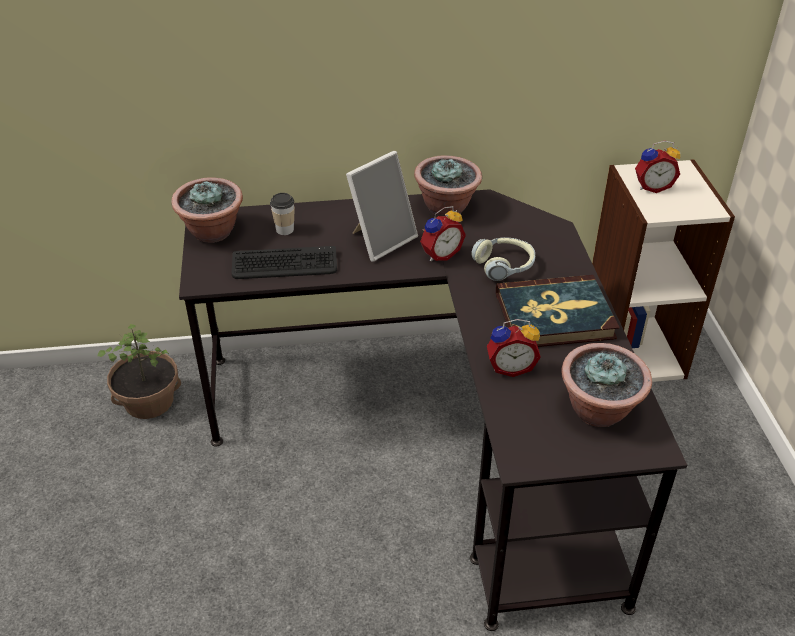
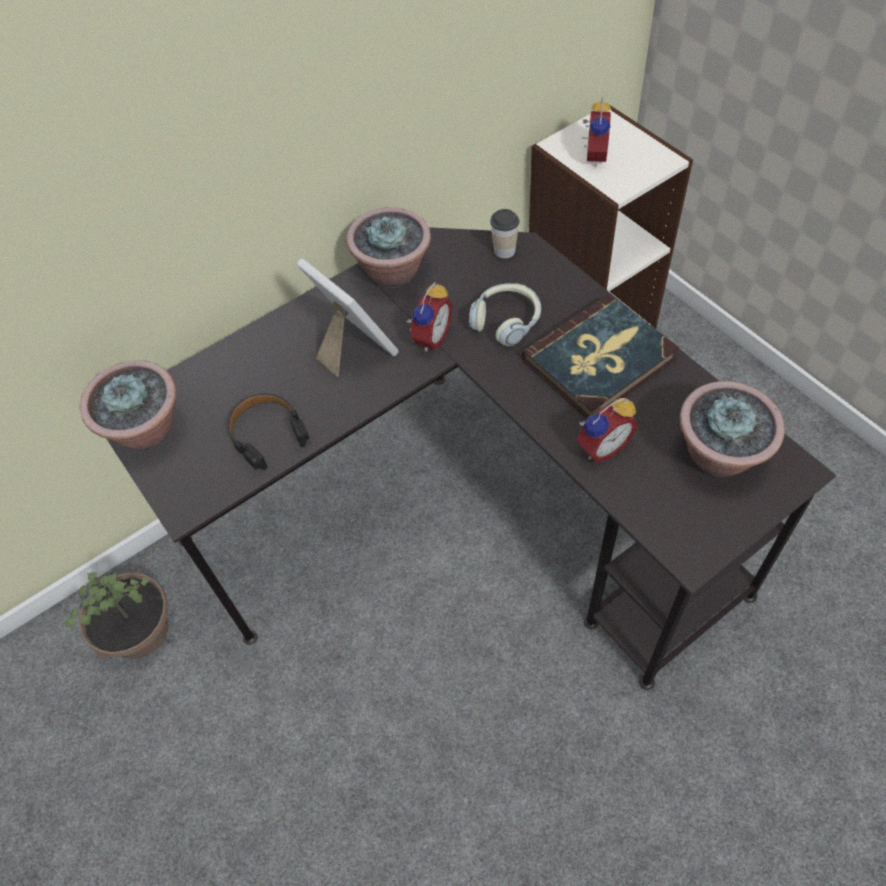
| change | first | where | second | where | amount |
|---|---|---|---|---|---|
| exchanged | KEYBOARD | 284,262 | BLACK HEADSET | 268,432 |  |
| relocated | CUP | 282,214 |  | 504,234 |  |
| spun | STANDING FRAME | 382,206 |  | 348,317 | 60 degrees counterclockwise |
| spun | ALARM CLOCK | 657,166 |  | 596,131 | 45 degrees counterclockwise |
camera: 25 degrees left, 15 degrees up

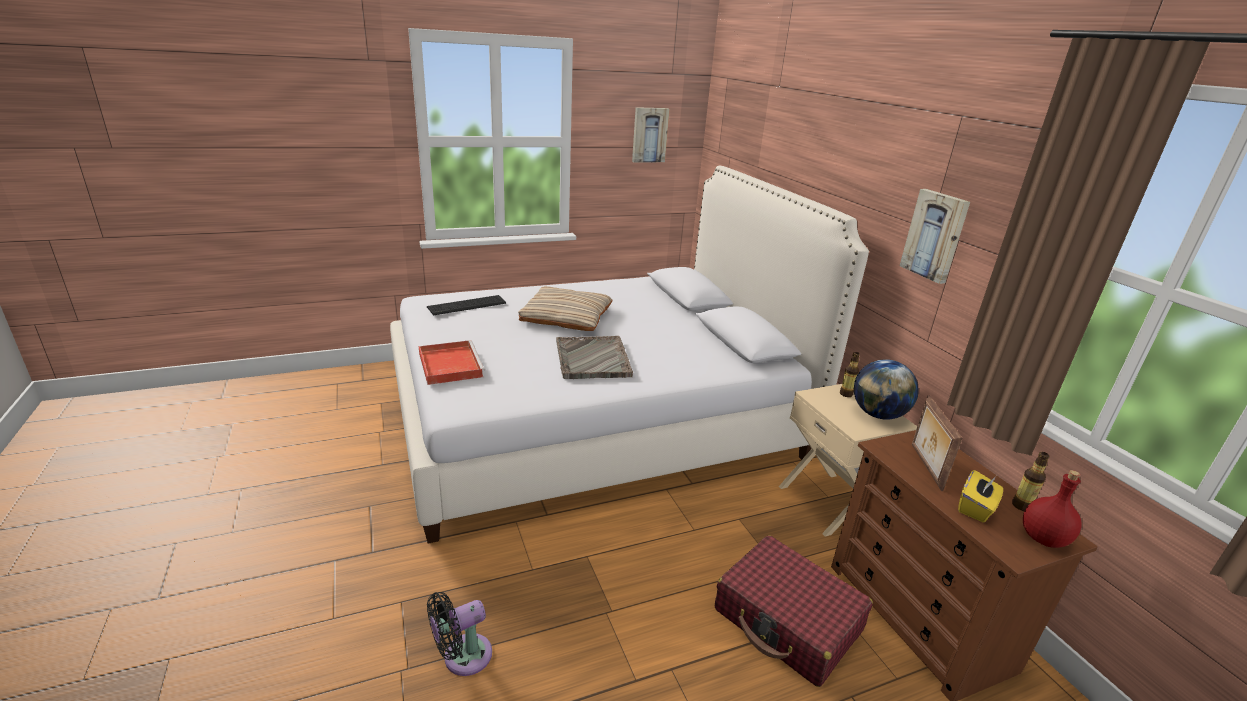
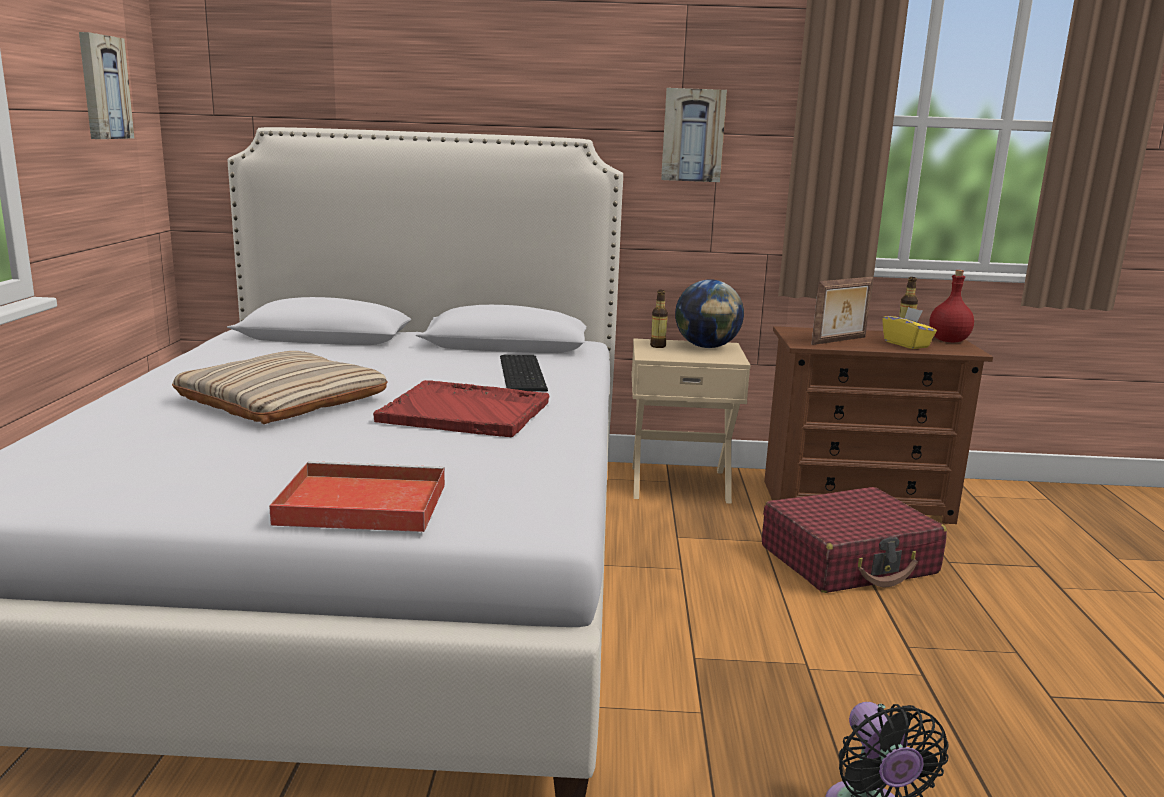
| change | first | where | second | where | amount |
|---|---|---|---|---|---|
| relocated | KEYBOARD | 466,305 |  | 524,373 |  |
| colour | GREYISH TRAY | 594,357 | REDDISH TRAY | 461,408 |  |
| spun | STANDING FRAME | 937,443 |  | 842,311 | 60 degrees counterclockwise |
camera: 65 degrees left, 10 degrees down

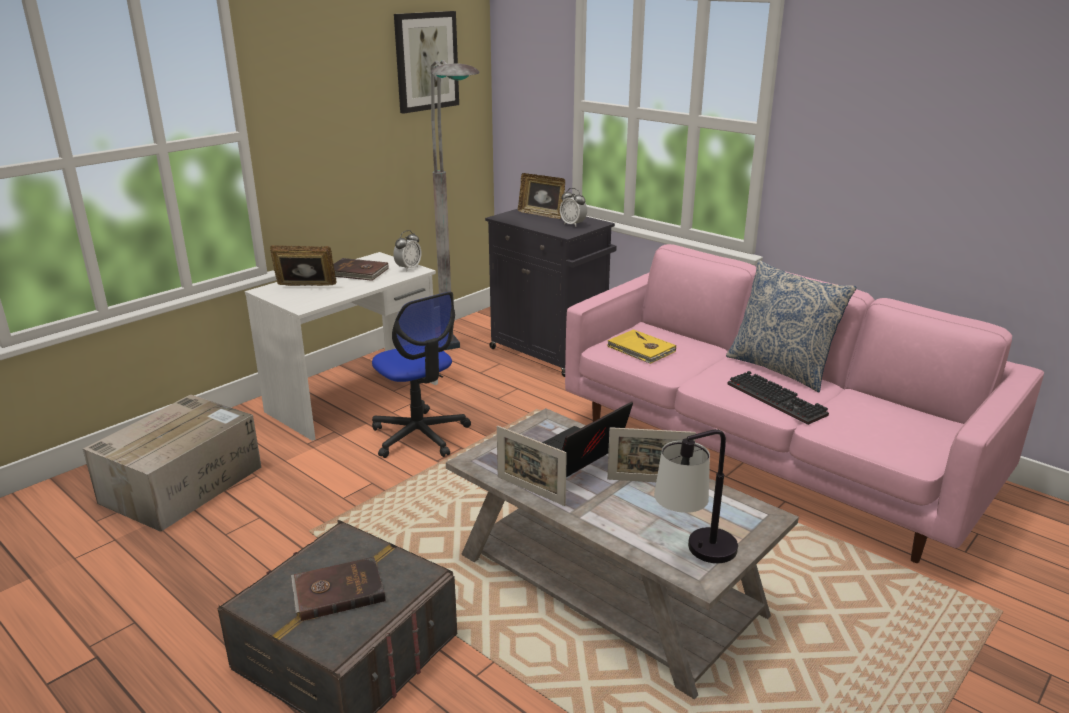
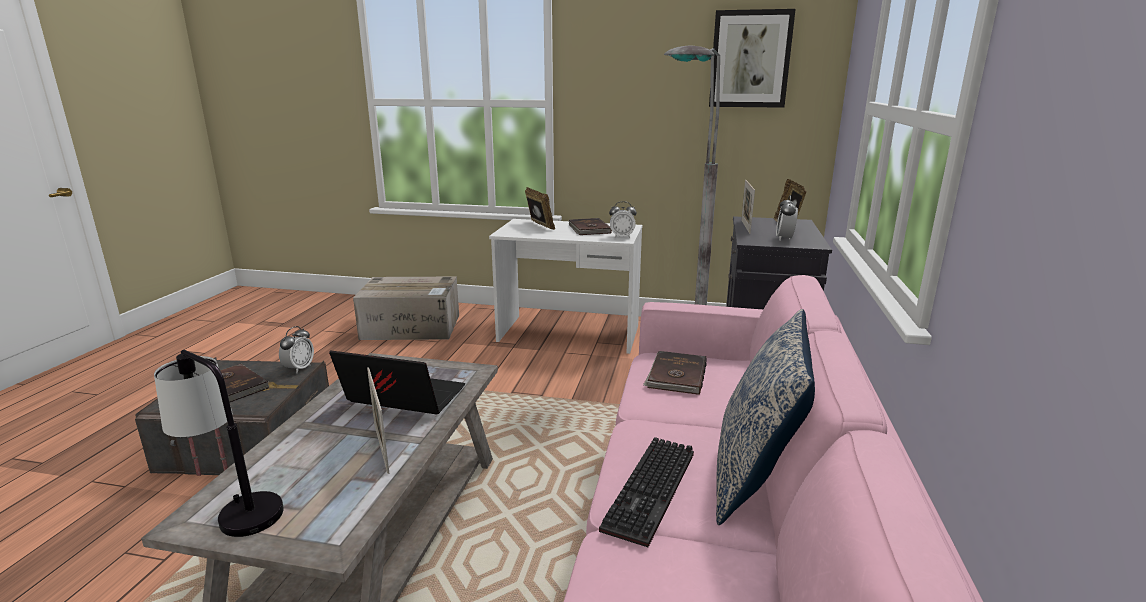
| change | first | where | second | where | amount |
|---|---|---|---|---|---|
| missing | COMPUTER CHAIR | 421,375 |  |  |  |
| relocated | STANDING FRAME | 532,465 |  | 748,207 |  |
| colour | YELLOW-COLOURED BOOK | 641,346 | BROWN-COLOURED BOOK | 675,373 |  |
| appeared |  |  | ALARM CLOCK | 296,349 |  |
camera: 60 degrees right, 5 degrees down

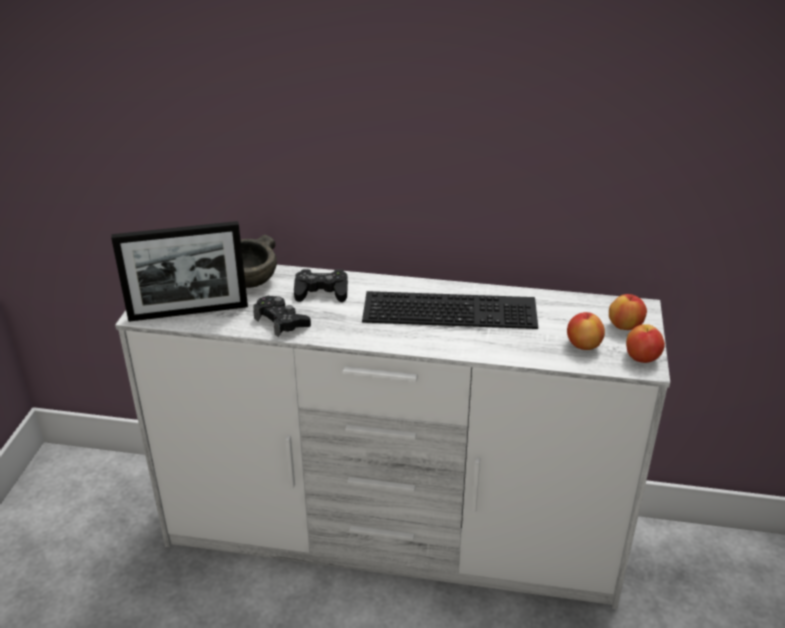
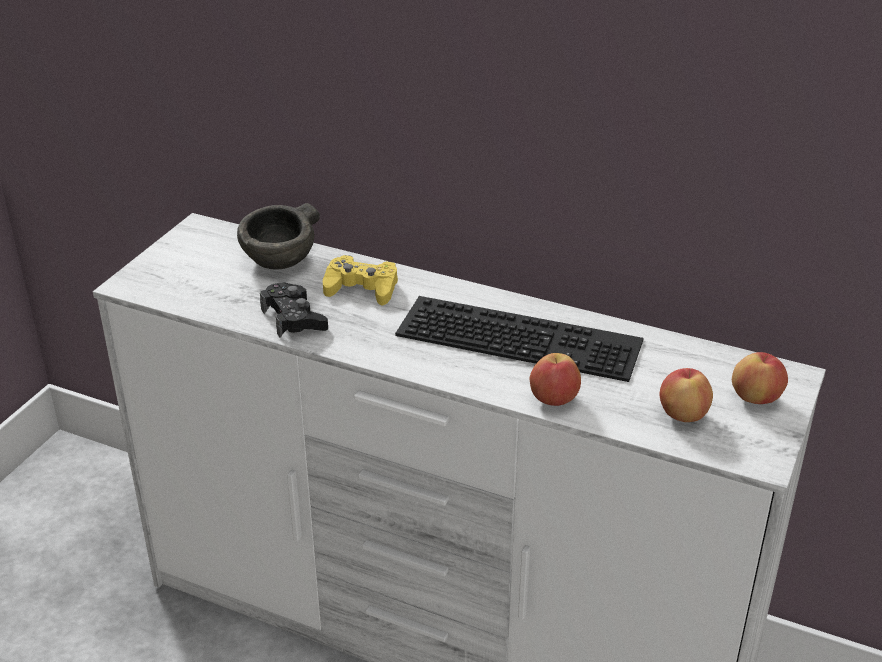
| change | first | where | second | where | amount |
|---|---|---|---|---|---|
| missing | STANDING FRAME | 179,271 |  |  |  |
| colour | BLACK JOYPAD | 321,285 | YELLOW-COLOURED JOYPAD | 360,280 |  |
| relocated | APPLE FRUIT | 645,343 |  | 555,379 |  |
camera: 15 degrees right, 0 degrees up

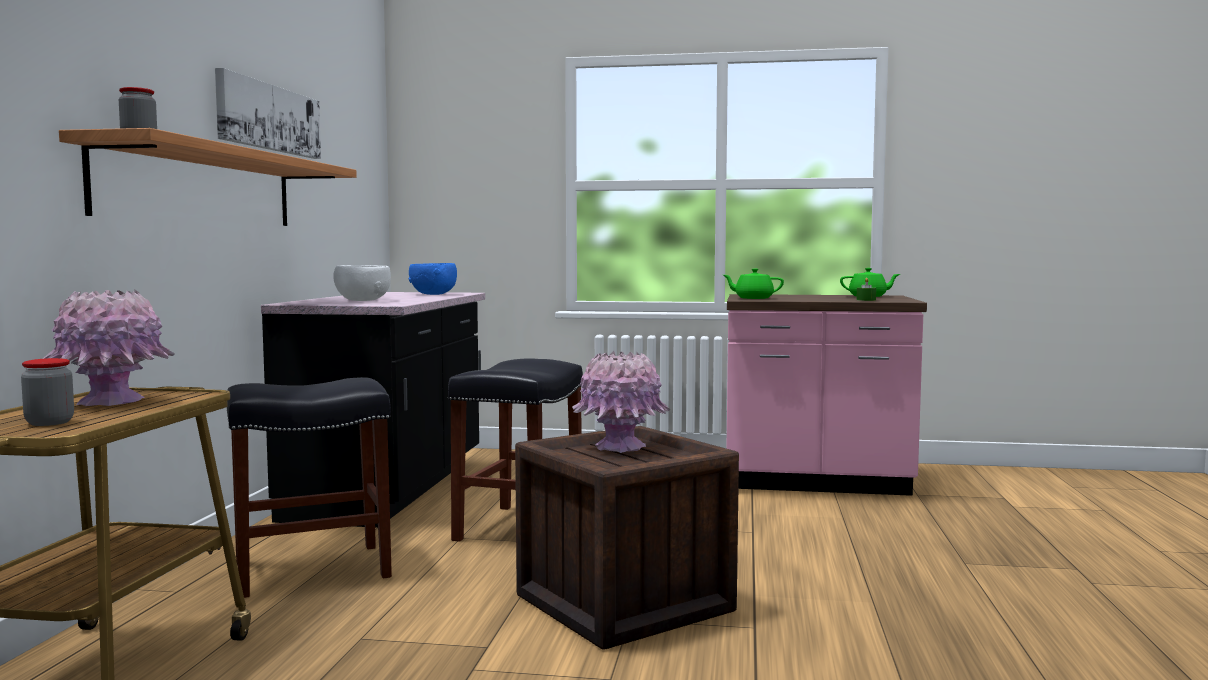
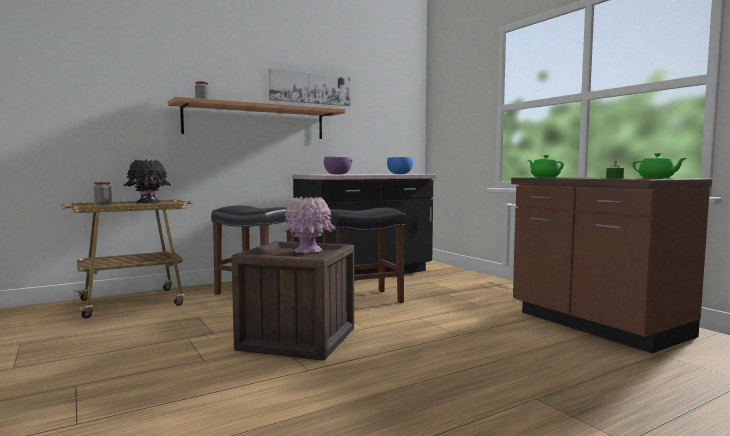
| change | first | where | second | where | amount |
|---|---|---|---|---|---|
| colour | PINK VASE | 109,348 | BLACK VASE | 147,181 |  |
| colour | WHITE-COLOURED DEEP DISH | 362,283 | PURPLE-COLOURED DEEP DISH | 338,165 |  |
| colour | PINK KITCHEN BASE UNIT | 826,395 | BROWN-COLOURED KITCHEN BASE UNIT | 611,265 |  |
camera: 50 degrees right, 0 degrees up

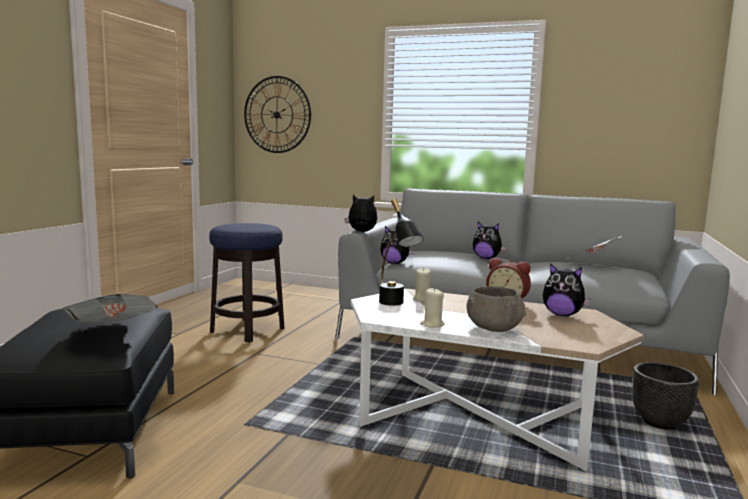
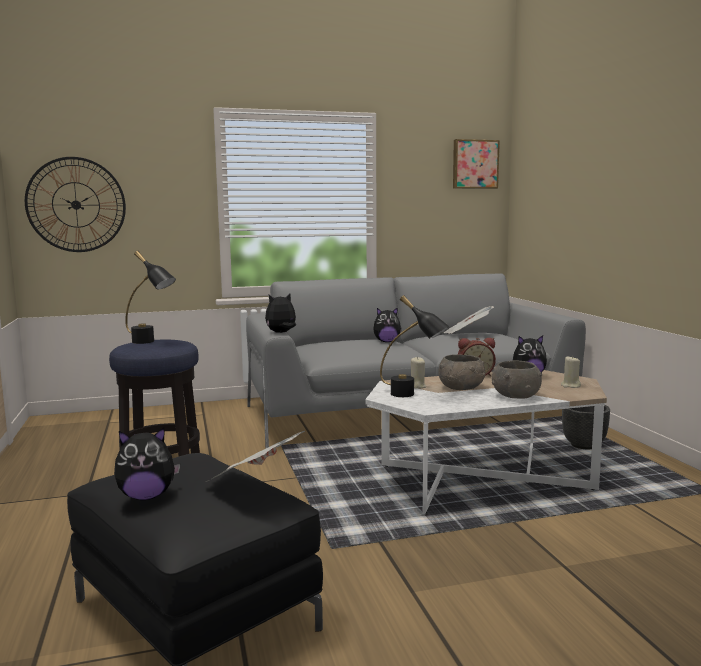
| change | first | where | second | where | amount |
|---|---|---|---|---|---|
| relocated | CUDDLY TOY | 397,245 |  | 147,463 |  |
| relocated | BEIGE-COLOURED WAX LIGHT | 432,308 |  | 571,372 |  |
| appeared |  |  | BLACK LAMP FOR A TABLE | 150,297 |  |
| appeared |  |  | GREYISH DEEP DISH | 462,372 |  |
| appeared |  |  | PICTURE | 476,164 |  |
camera: 35 degrees left, 0 degrees up

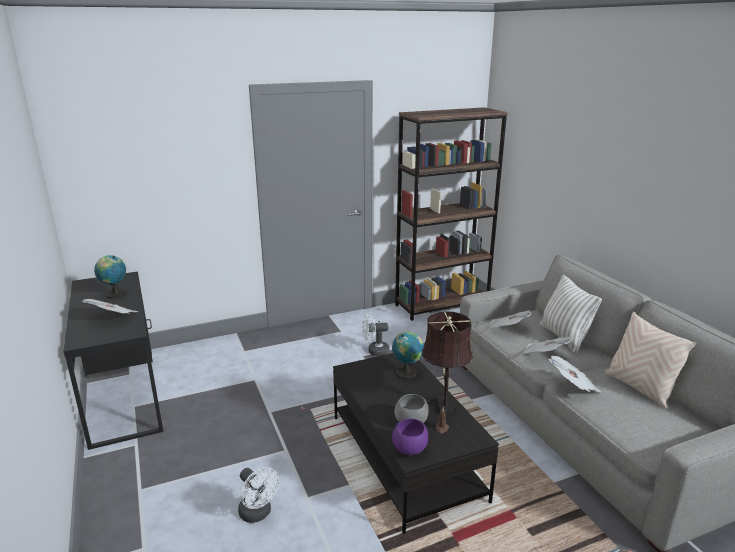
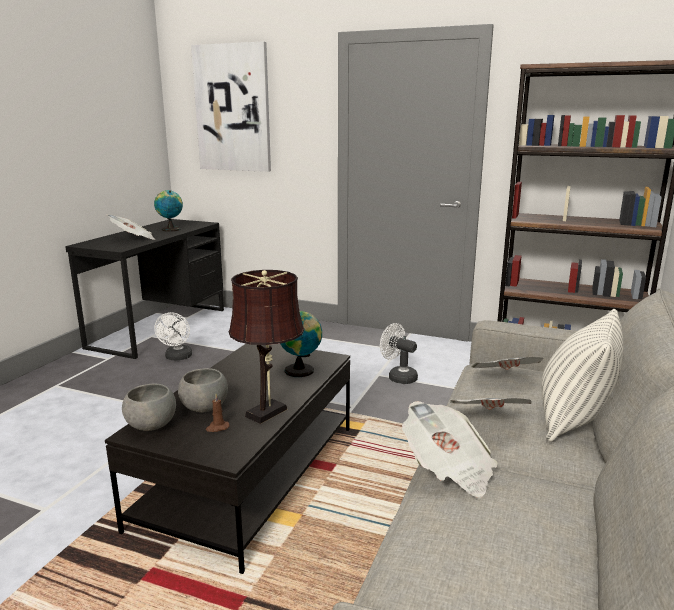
| change | first | where | second | where | amount |
|---|---|---|---|---|---|
| relocated | WHITE-COLOURED COOLING FAN | 258,495 |  | 173,336 |  |
| colour | PURPLE-COLOURED DEEP DISH | 410,437 | GREYISH DEEP DISH | 149,407 |  |
| missing | BEIGE-COLOURED THROW PILLOW | 650,360 |  |  |  |
| appeared |  |  | PICTURE | 231,107 |  |
camera: 45 degrees right, 5 degrees down

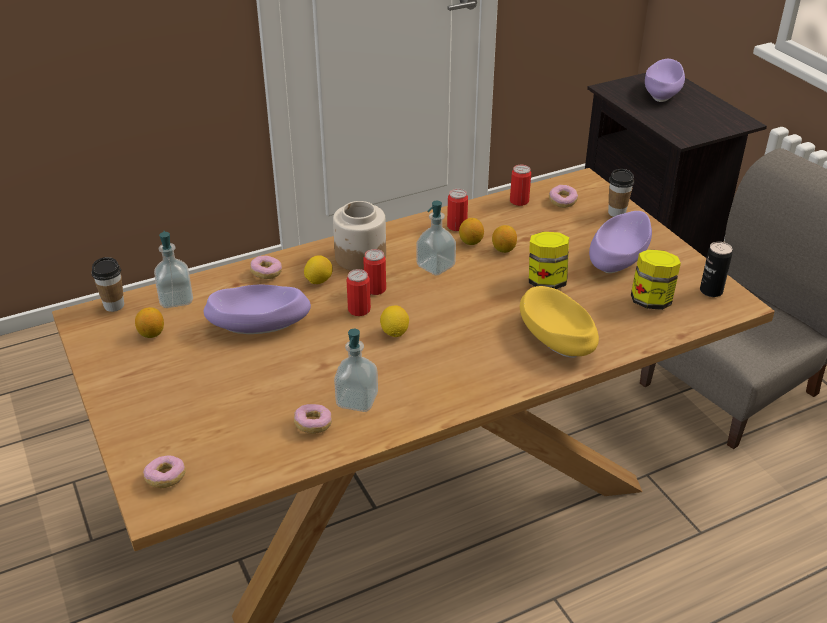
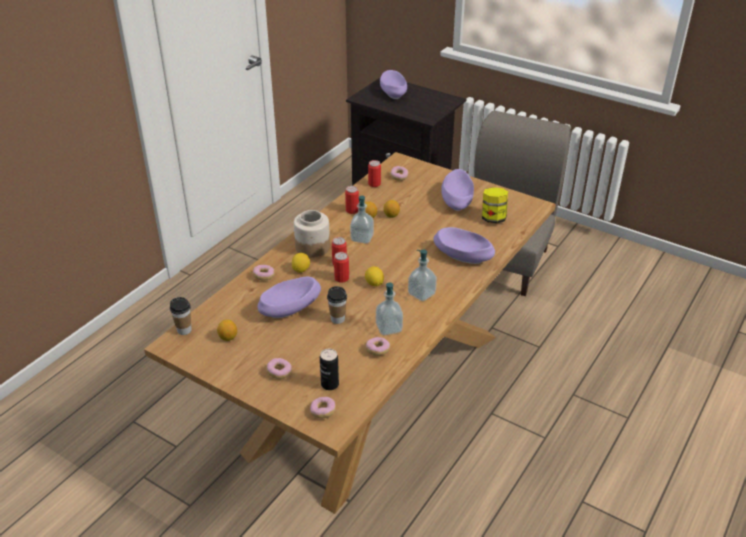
| change | first | where | second | where | amount |
|---|---|---|---|---|---|
| relocated | LIQUID SOAP BOTTLE | 173,269 |  | 422,275 |  |
| colour | YELLOW-COLOURED DEEP DISH | 559,322 | PURPLE-COLOURED DEEP DISH | 464,245 |  |
| missing | JAR | 549,260 |  |  |  |
| relocated | CUP | 621,193 |  | 337,305 |  |
| relocated | CAN | 716,269 |  | 329,369 |  |
| appeared |  |  | DONUT | 279,368 |  |
camera: 30 degrees left, 0 degrees up

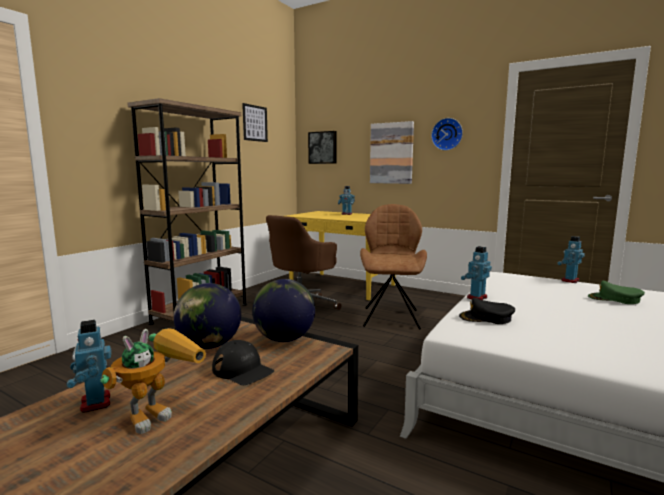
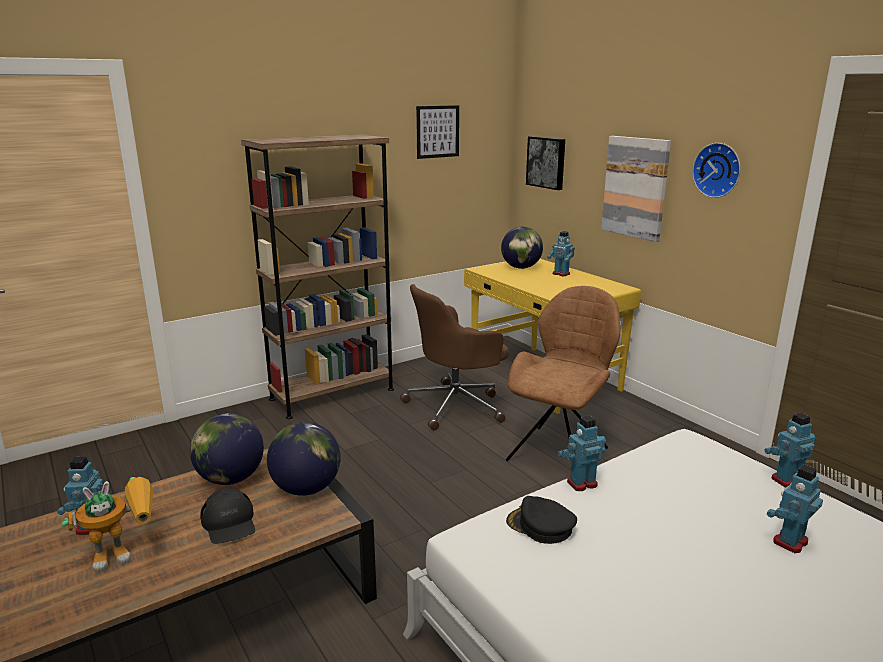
| change | first | where | second | where | amount |
|---|---|---|---|---|---|
| exchanged | GREENISH CAP | 616,292 | MODEL ROBOT | 795,508 |  |
| appeared |  |  | WORLD GLOBE | 522,248 |  |
camera: 25 degrees right, 10 degrees up

